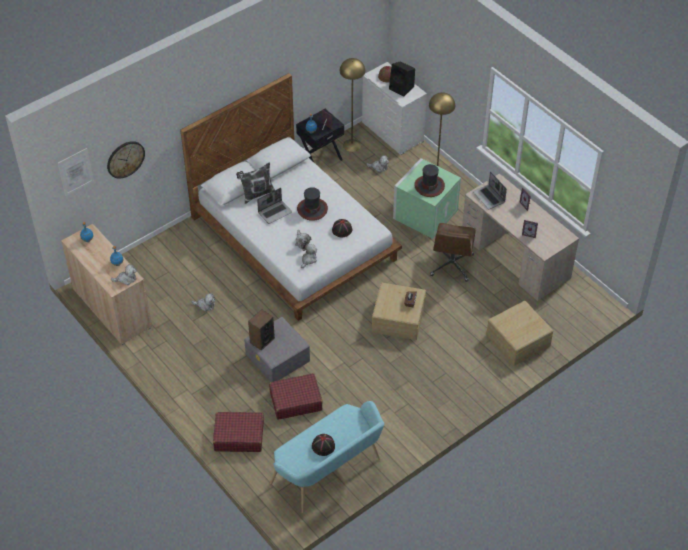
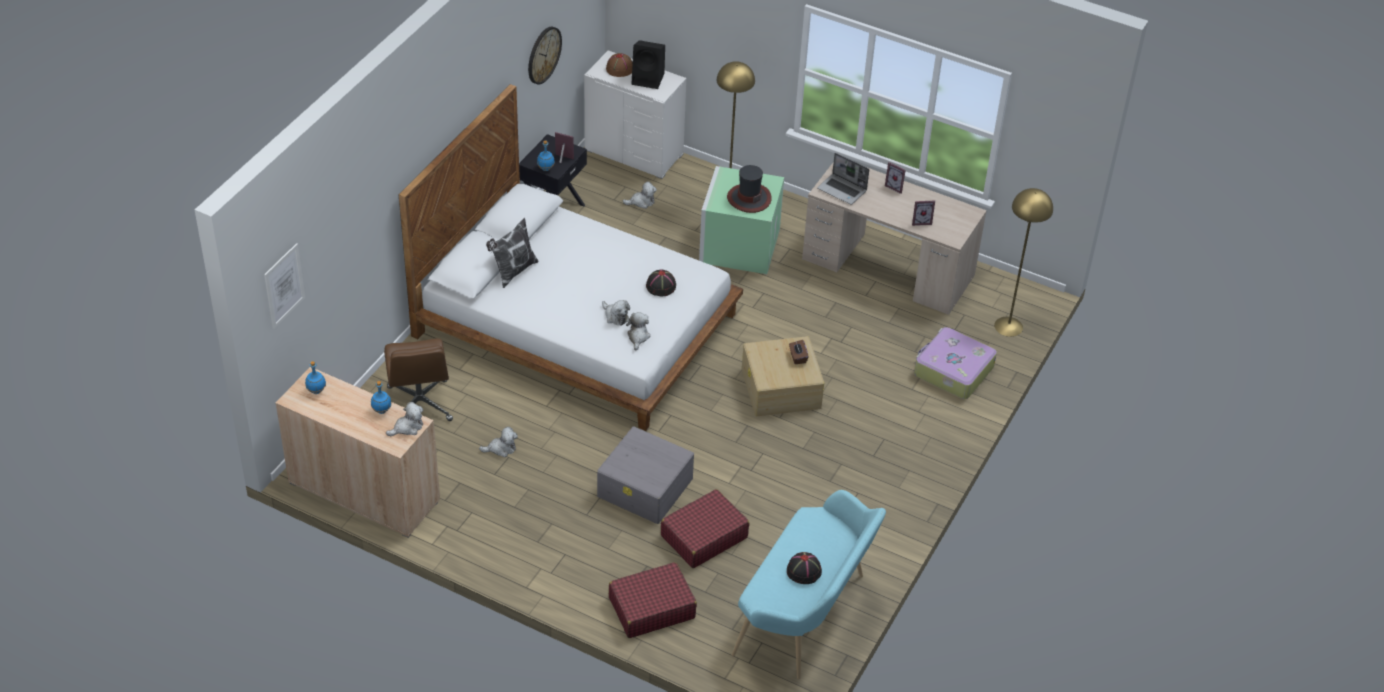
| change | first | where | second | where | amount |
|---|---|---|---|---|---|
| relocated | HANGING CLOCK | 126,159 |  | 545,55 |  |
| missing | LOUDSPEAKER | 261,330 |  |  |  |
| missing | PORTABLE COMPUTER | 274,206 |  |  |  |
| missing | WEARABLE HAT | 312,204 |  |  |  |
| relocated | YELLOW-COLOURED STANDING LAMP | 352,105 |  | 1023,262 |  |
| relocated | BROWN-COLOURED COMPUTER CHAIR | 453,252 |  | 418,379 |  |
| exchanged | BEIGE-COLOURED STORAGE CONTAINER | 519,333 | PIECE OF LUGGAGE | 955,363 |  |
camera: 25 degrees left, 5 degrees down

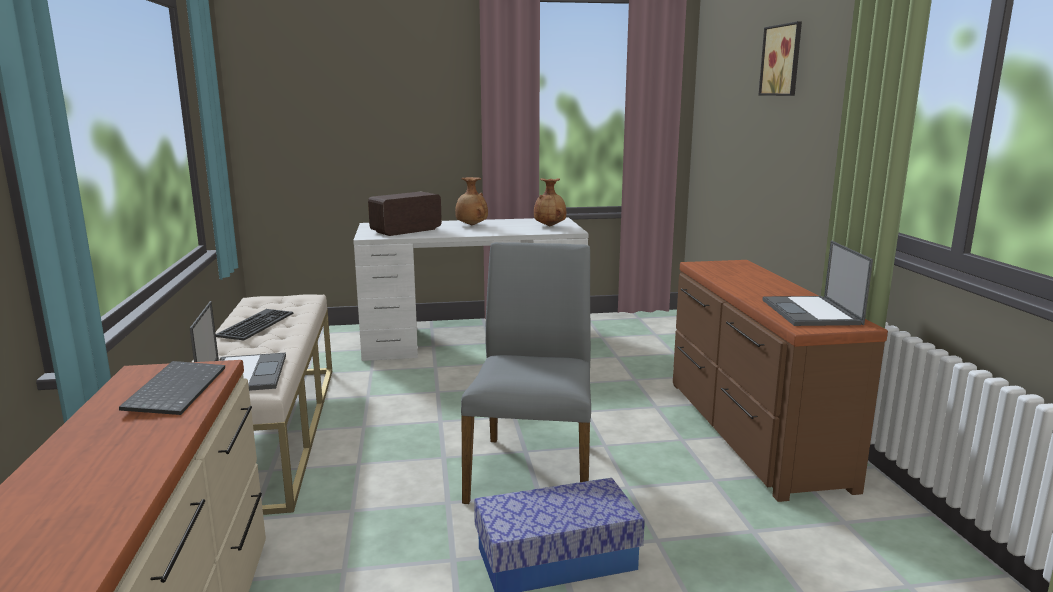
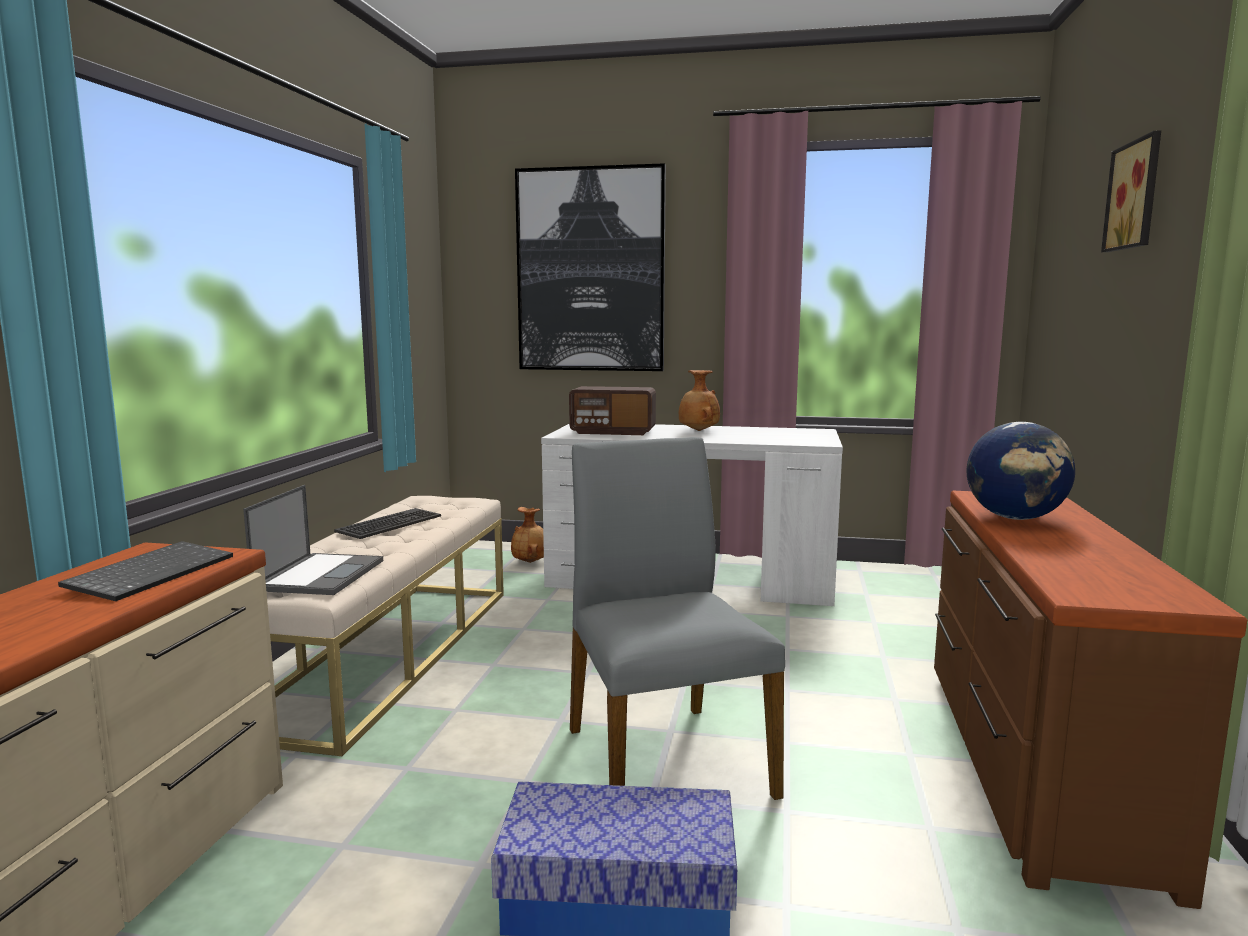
| change | first | where | second | where | amount |
|---|---|---|---|---|---|
| spun | RADIO | 405,214 |  | 612,410 | 150 degrees counterclockwise |
| spun | GREYISH PLAIN CHAIR | 526,373 |  | 677,618 | 45 degrees counterclockwise |
| relocated | BROWN-COLOURED VASE | 550,202 |  | 527,535 |  |
| missing | PORTABLE COMPUTER | 817,283 |  |  |  |
| appeared |  |  | PICTURE | 590,267 |  |
| appeared |  |  | WORLD GLOBE | 1021,471 |  |
camera: 20 degrees right, 5 degrees down

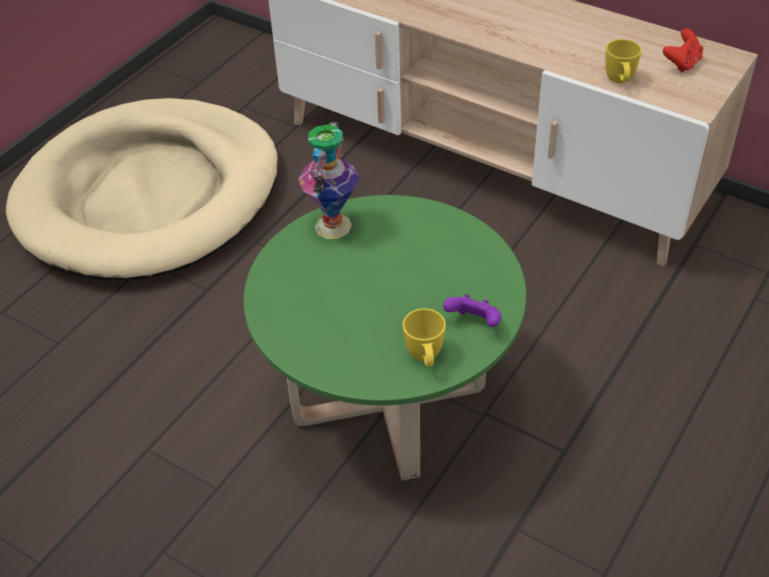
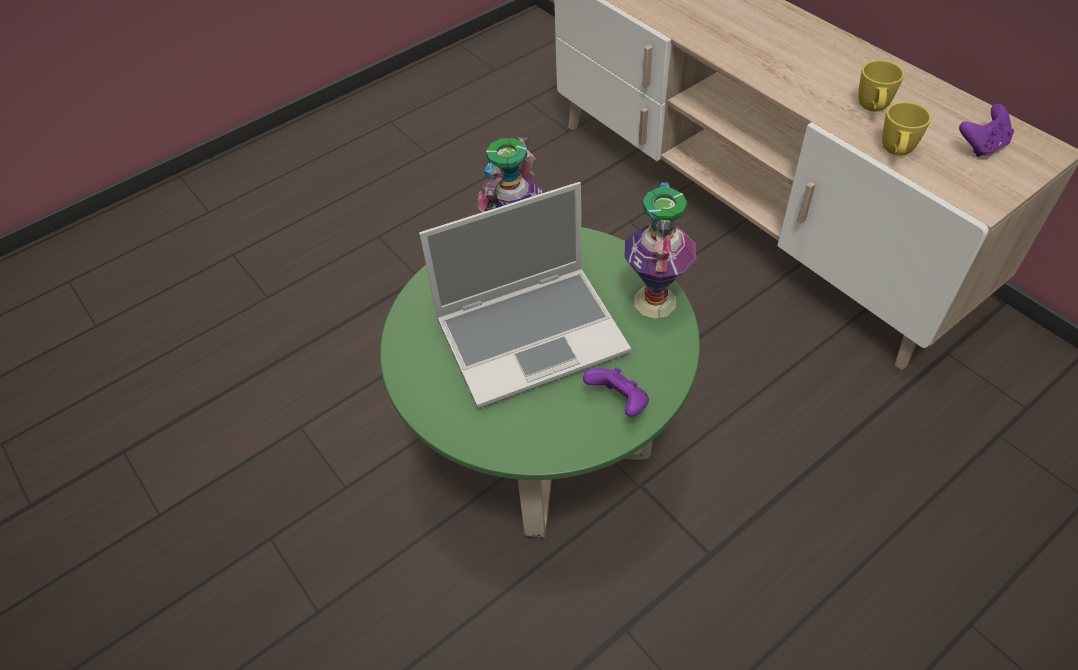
| change | first | where | second | where | amount |
|---|---|---|---|---|---|
| missing | BEIGE-COLOURED DOG BED | 142,189 |  |  |  |
| relocated | YELLOW-COLOURED TEA MUG | 424,337 |  | 881,86 |  |
| colour | REDDISH JOYPAD | 683,50 | PURPLE-COLOURED JOYPAD | 986,130 |  |
| appeared |  |  | PORTABLE COMPUTER | 525,295 |  |
| appeared |  |  | VASE | 660,250 |  |
camera: 20 degrees right, 5 degrees up

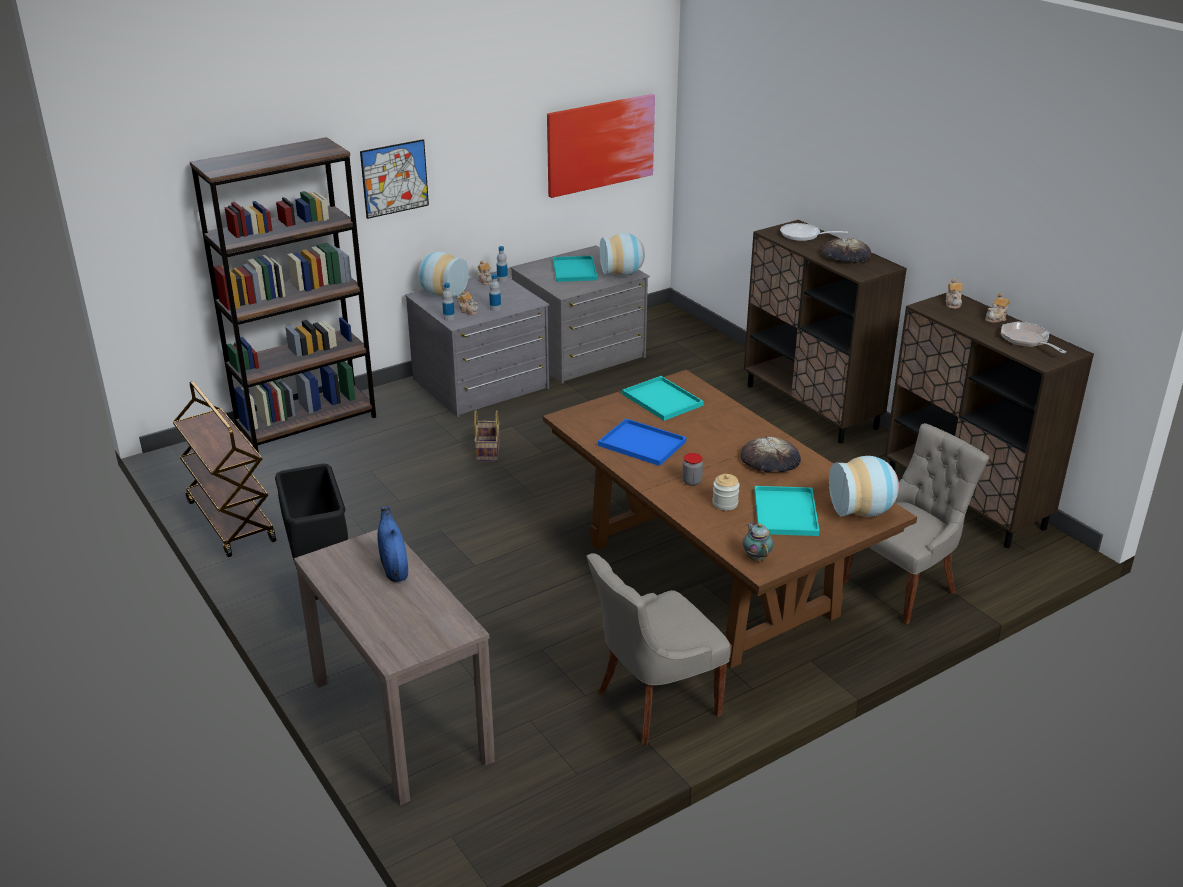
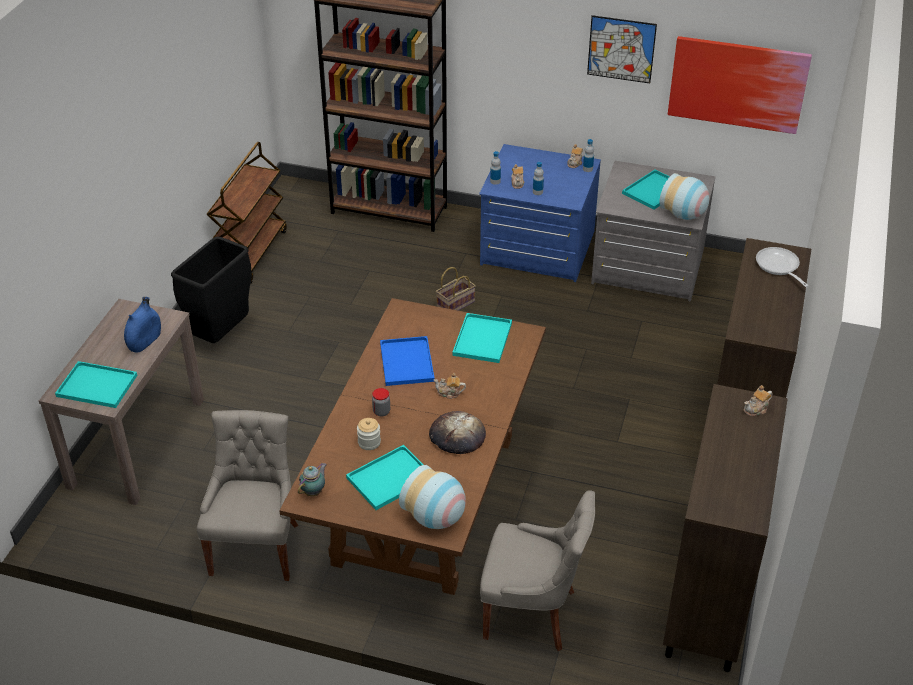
| change | first | where | second | where | amount |
|---|---|---|---|---|---|
| relocated | PICTURE | 394,179 |  | 622,49 |  |
| colour | GREYISH DRESSER | 477,344 | BLUE-COLOURED DRESSER | 540,213 |  |
| missing | VASE | 443,274 |  |  |  |
| spun | GREYISH PLAIN CHAIR | 659,649 |  | 247,495 | 75 degrees clockwise |
| missing | BAKED BREAD | 846,250 |  |  |  |
| relocated | TEA POT | 997,308 |  | 450,385 |  |
| missing | FRYING PAN | 1034,337 |  |  |  |
| appeared |  |  | BLUE-GREEN TRAY | 96,384 |  |
camera: 50 degrees right, 10 degrees up

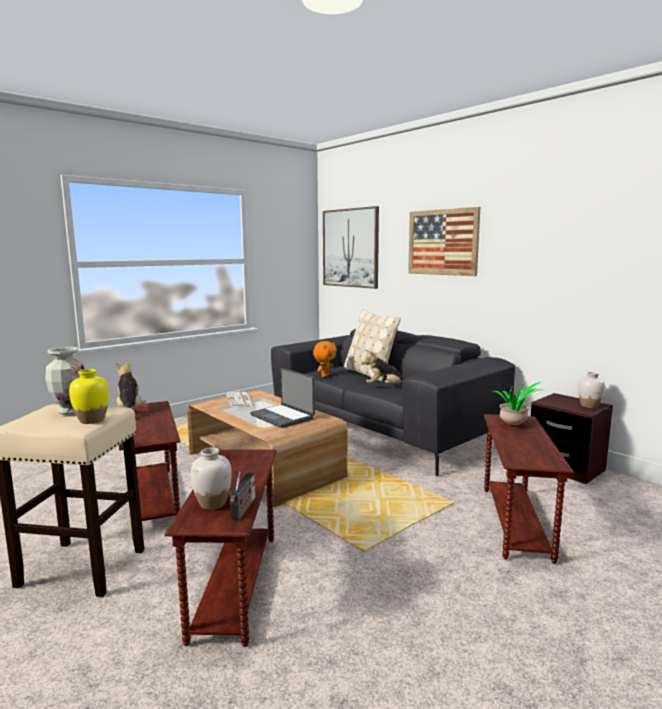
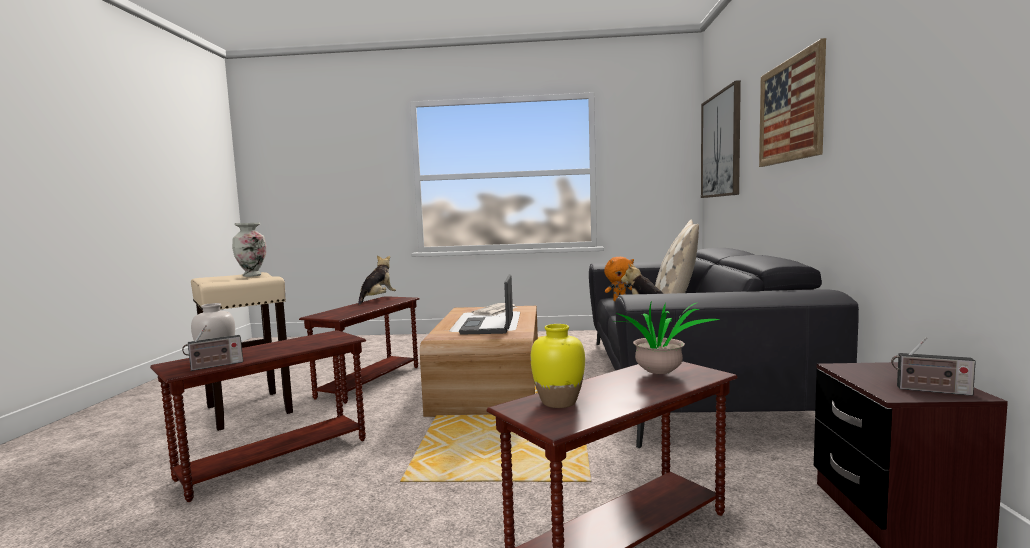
| change | first | where | second | where | amount |
|---|---|---|---|---|---|
| relocated | YELLOW-COLOURED VASE | 89,396 |  | 558,366 |  |
| exchanged | WHITE-COLOURED VASE | 591,390 | RADIO | 933,366 |  |
camera: 45 degrees right, 5 degrees down

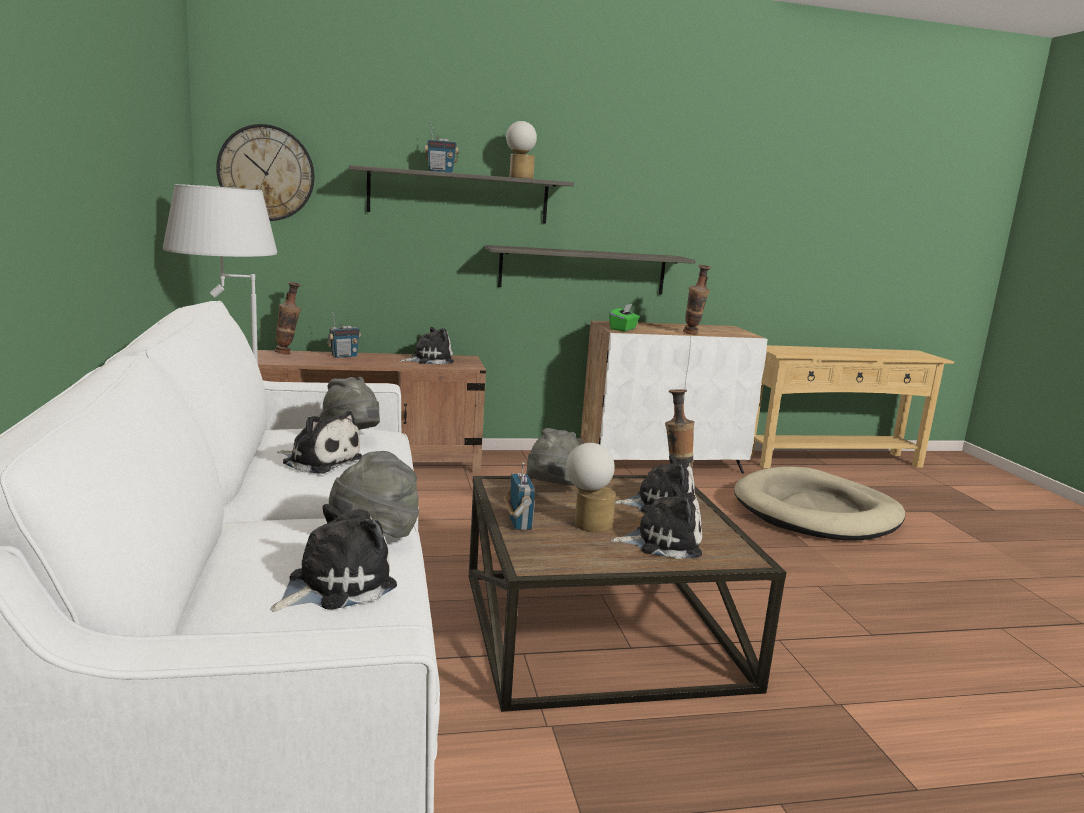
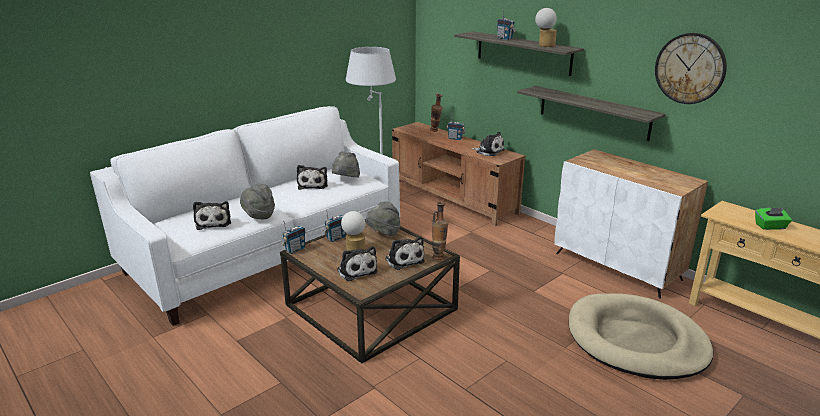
| change | first | where | second | where | amount |
|---|---|---|---|---|---|
| relocated | HANGING CLOCK | 265,172 |  | 691,68 |  |
| spun | CUDDLY TOY | 334,558 |  | 212,215 | 60 degrees clockwise |
| relocated | GREENISH TISSUE HOLDER | 624,317 |  | 773,219 |  |
| missing | VASE | 697,300 |  |  |  |
| appeared |  |  | RADIO | 293,237 |  |
camera: 60 degrees right, 10 degrees up

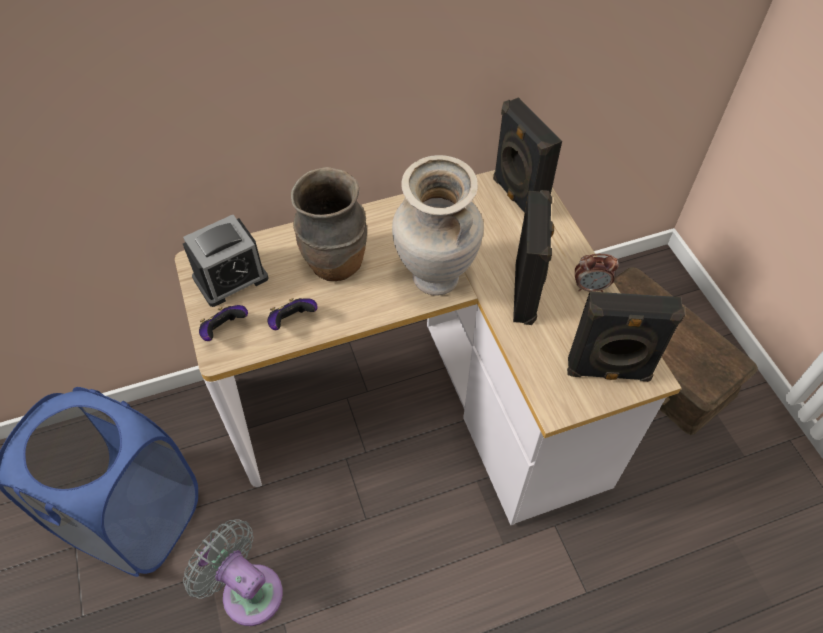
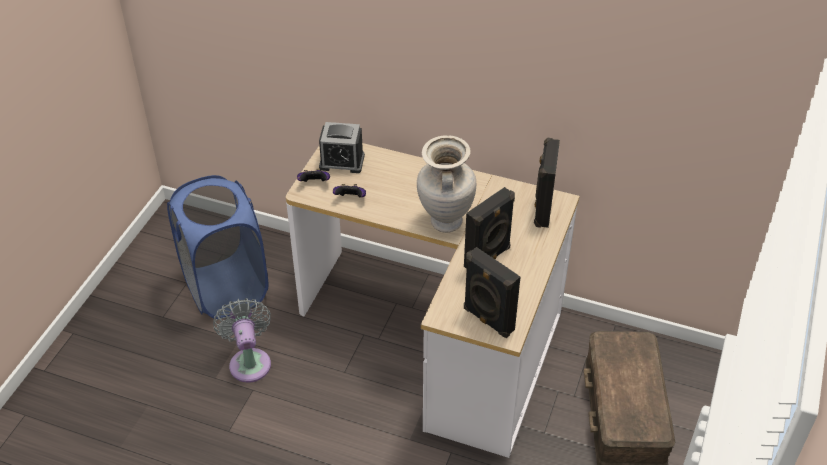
| change | first | where | second | where | amount |
|---|---|---|---|---|---|
| missing | BROWN-COLOURED VASE | 329,224 |  |  |  |
| missing | ALARM CLOCK | 597,273 |  |  |  |
camera: 40 degrees right, 10 degrees down

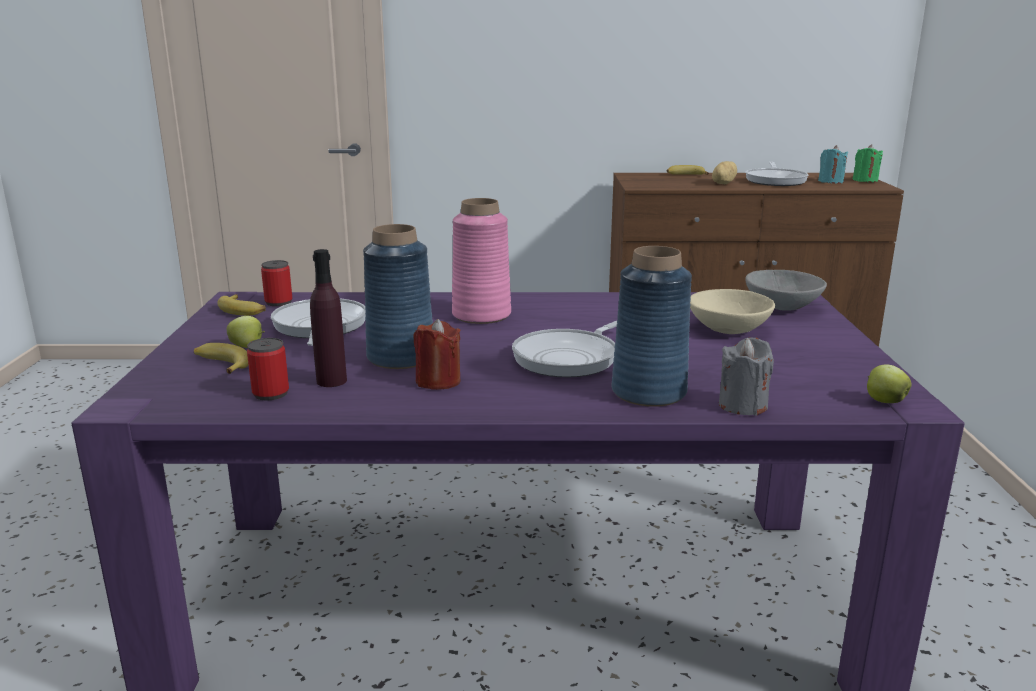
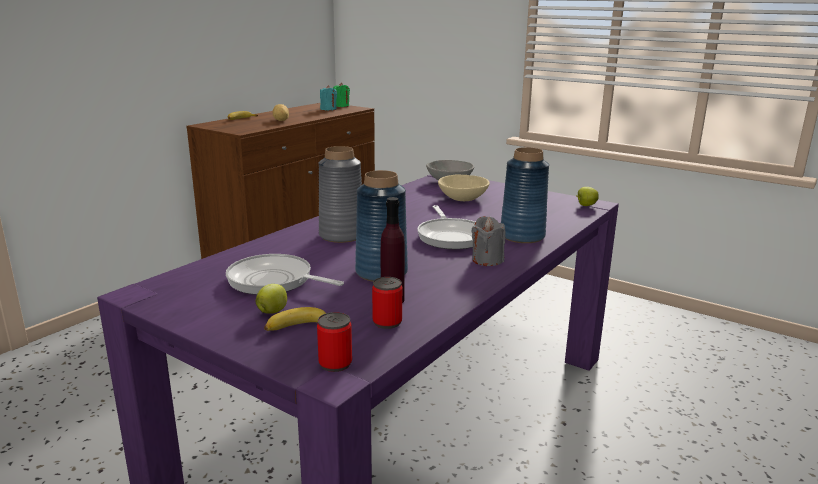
| change | first | where | second | where | amount |
|---|---|---|---|---|---|
| missing | WHOLE BANANA | 242,305 |  |  |  |
| relocated | CAN | 276,283 |  | 334,342 |  |
| missing | REDDISH WAX LIGHT | 436,354 |  |  |  |
| colour | PINK VASE | 481,261 | GREYISH VASE | 340,194 |  |
| relocated | GREYISH WAX LIGHT | 746,376 |  | 489,241 |  |
| missing | FRYING PAN | 777,174 |  |  |  |
camera: 55 degrees left, 0 degrees up

